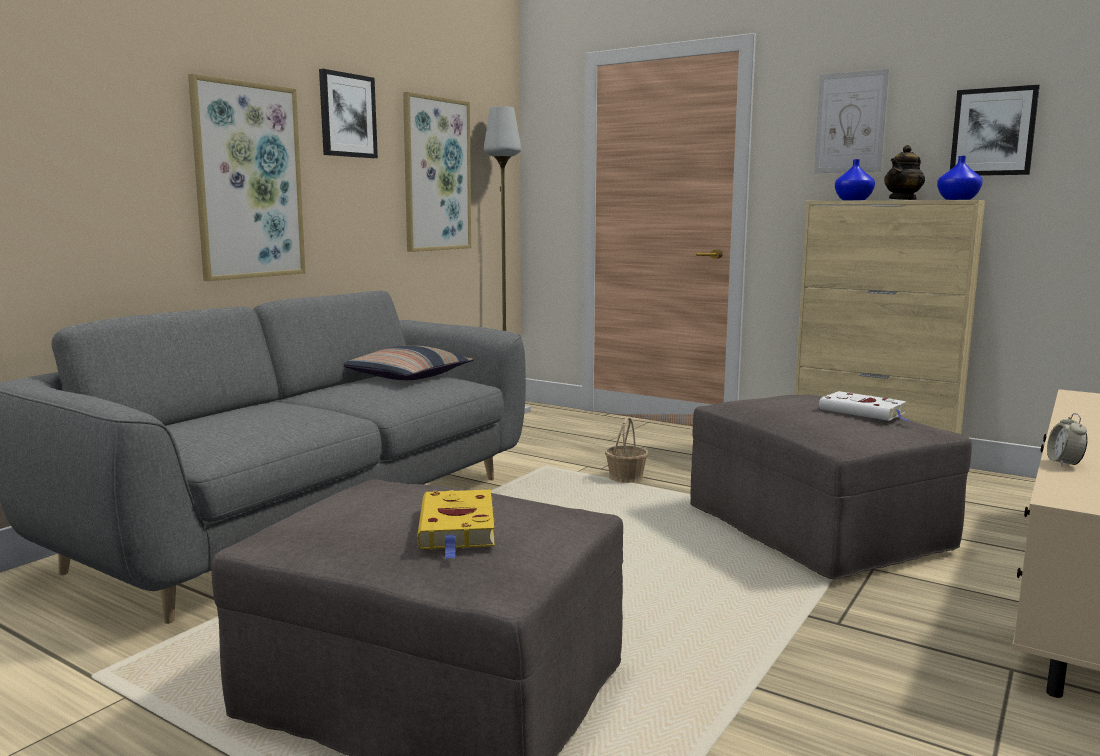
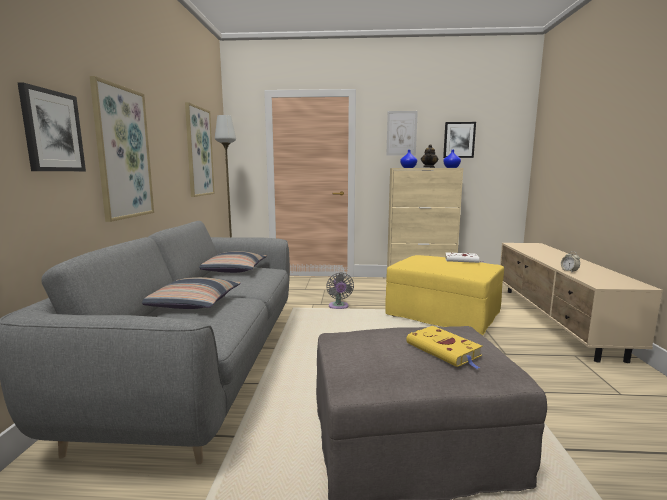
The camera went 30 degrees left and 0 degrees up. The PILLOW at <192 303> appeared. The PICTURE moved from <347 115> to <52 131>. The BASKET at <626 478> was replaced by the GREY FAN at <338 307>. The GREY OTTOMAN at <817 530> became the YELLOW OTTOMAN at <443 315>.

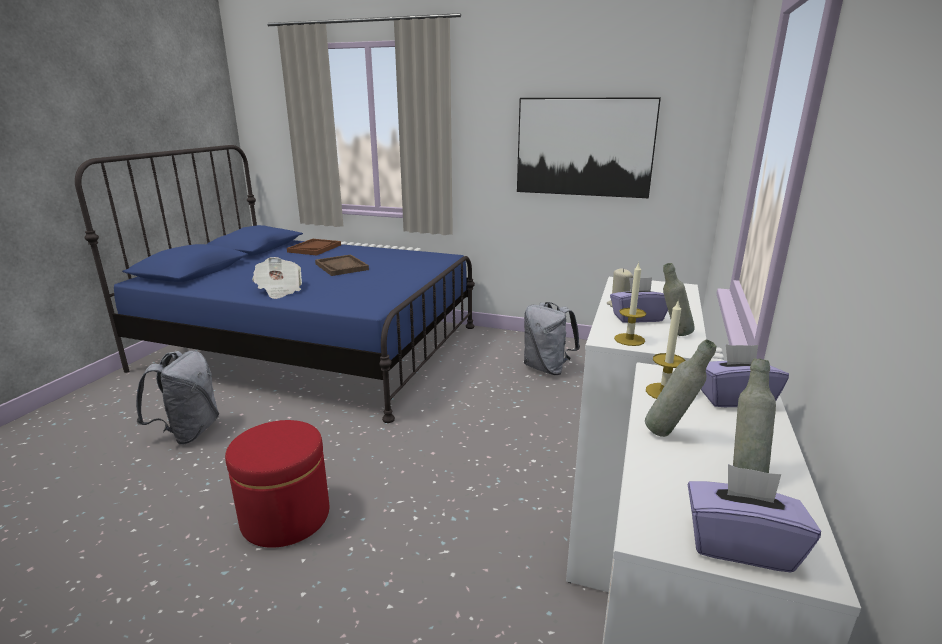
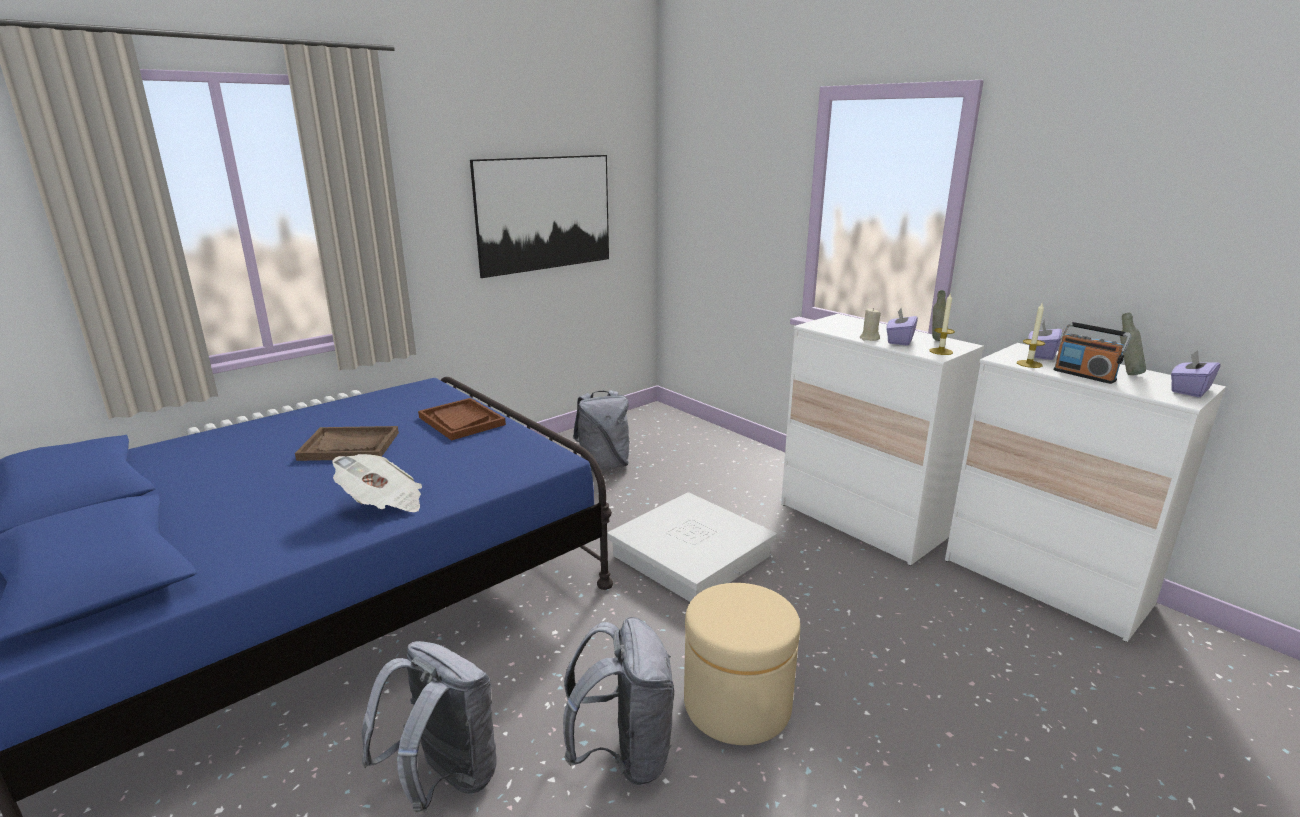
The camera went 60 degrees left and 0 degrees up. The GREY BACKPACK at <624 754> appeared. The WHITE STORAGE BOX at <690 556> appeared. The BROWN TRAY moved from <314 248> to <461 421>. The GREY BOTTLE at <671 434> was replaced by the RADIO at <1084 375>. The RED OTTOMAN at <285 517> became the BEIGE OTTOMAN at <737 704>.

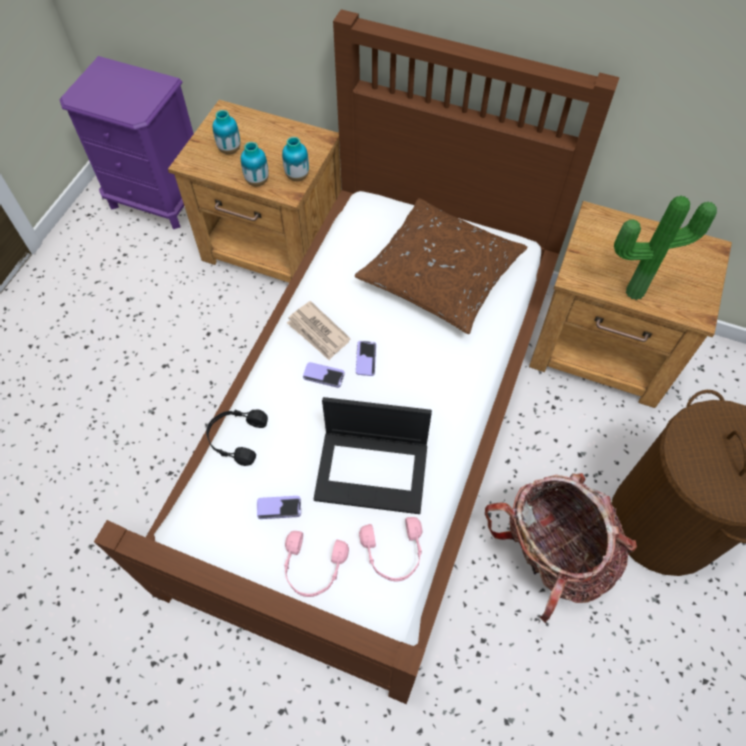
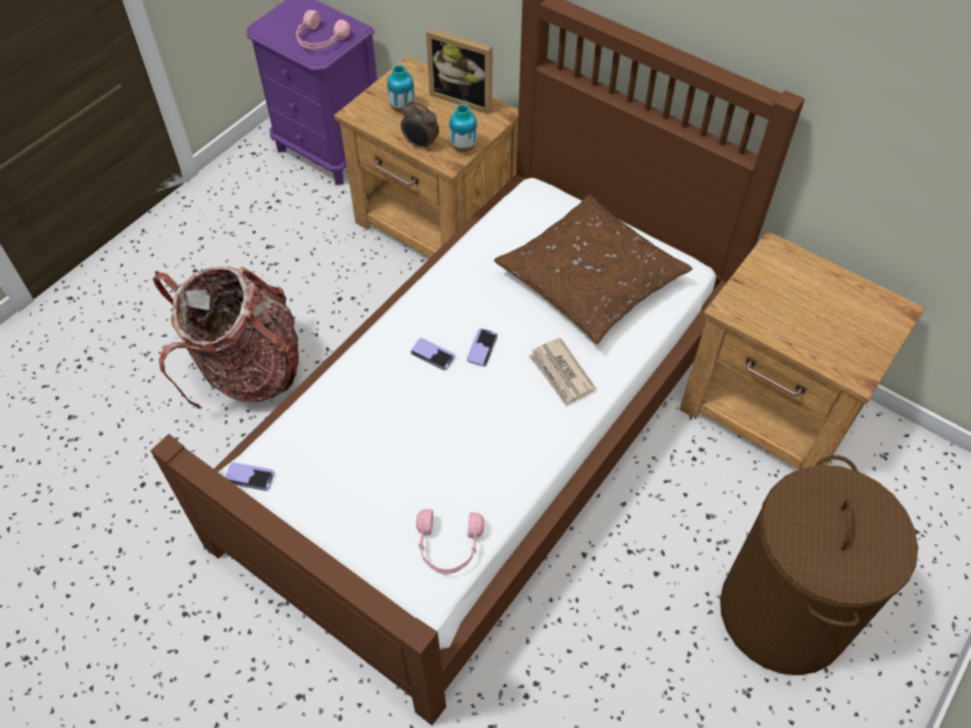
The camera went 15 degrees right and 5 degrees down. The BLACK HEADPHONES at <236 438> disappeared. The LAPTOP at <373 470> disappeared. The POTTED PLANT at <633 289> disappeared. The PICTURE FRAME at <464 97> appeared. The PHONE moved from <279 508> to <250 477>. The PINK HEADPHONES moved from <313 568> to <320 40>. The NEWSPAPER moved from <318 332> to <561 374>. The BACKPACK moved from <551 556> to <248 370>. The VASE at <257 181> was replaced by the ALARM CLOCK at <420 144>.

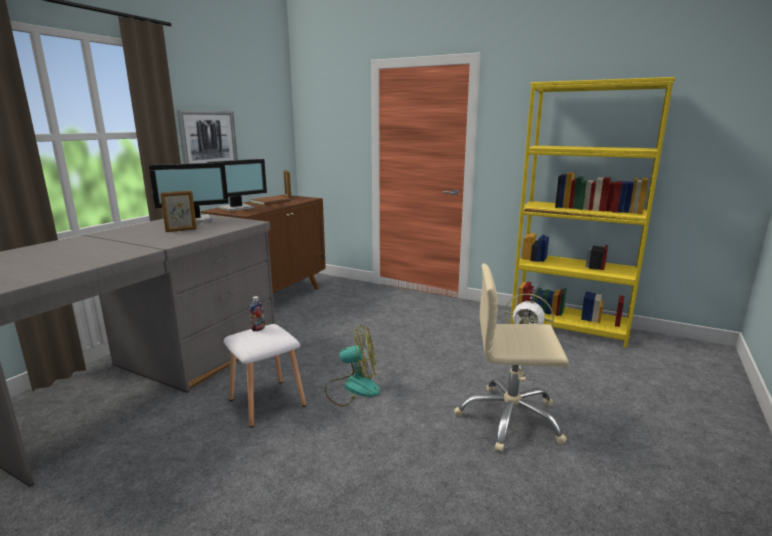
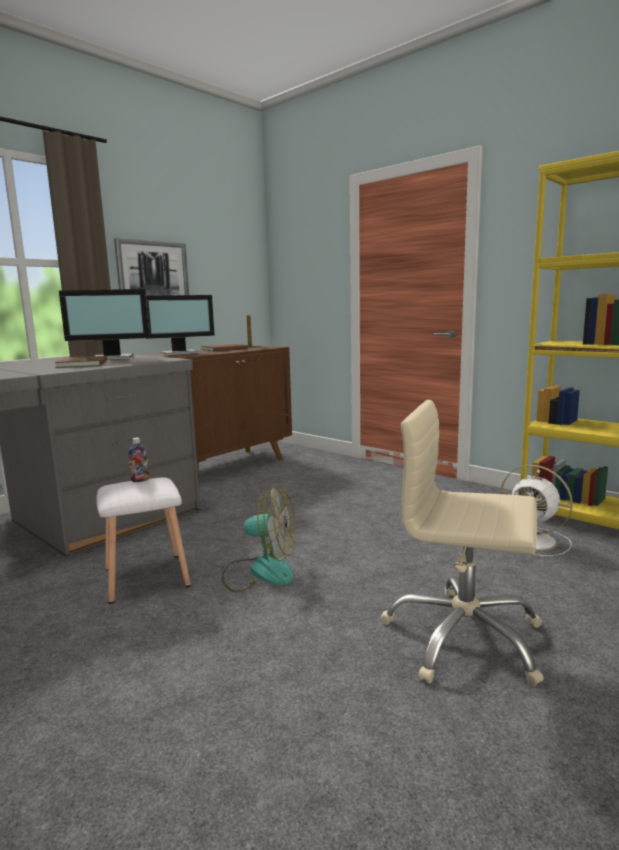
The camera went 15 degrees right and 5 degrees down. The PICTURE FRAME at <181 230> was replaced by the BROWN BOOK at <84 364>.

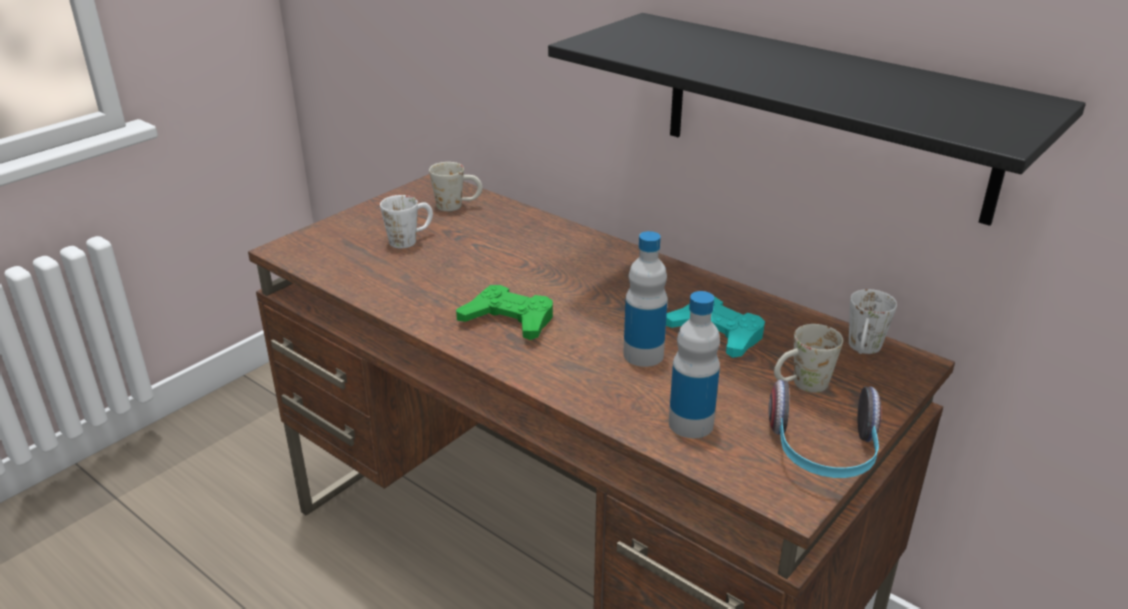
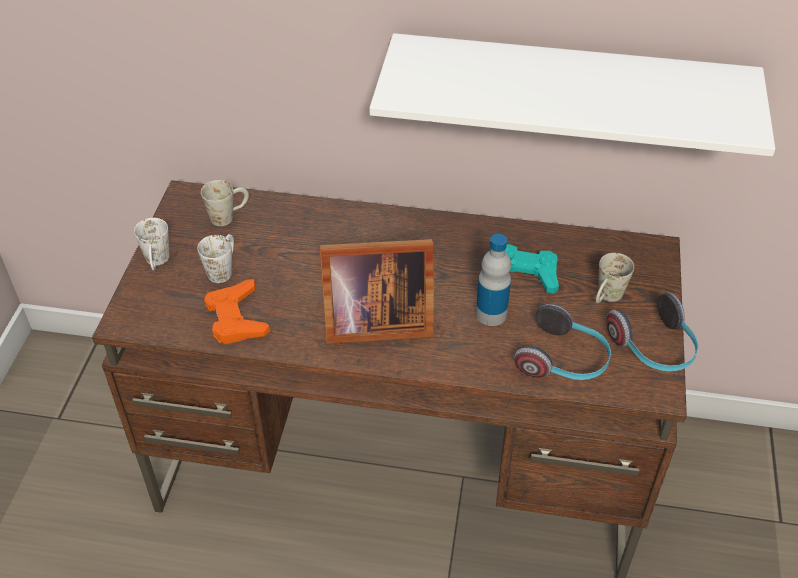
The camera went 30 degrees left and 15 degrees up. The ORANGE GAME CONTROLLER at <236 318> appeared. The WHITE MUG moved from <863 351> to <157 263>. The GREEN GAME CONTROLLER at <509 320> was replaced by the PICTURE FRAME at <373 321>. The BOTTLE at <691 424> was replaced by the HEADPHONES at <564 360>. The BLACK SHELF at <824 115> became the WHITE SHELF at <567 92>.

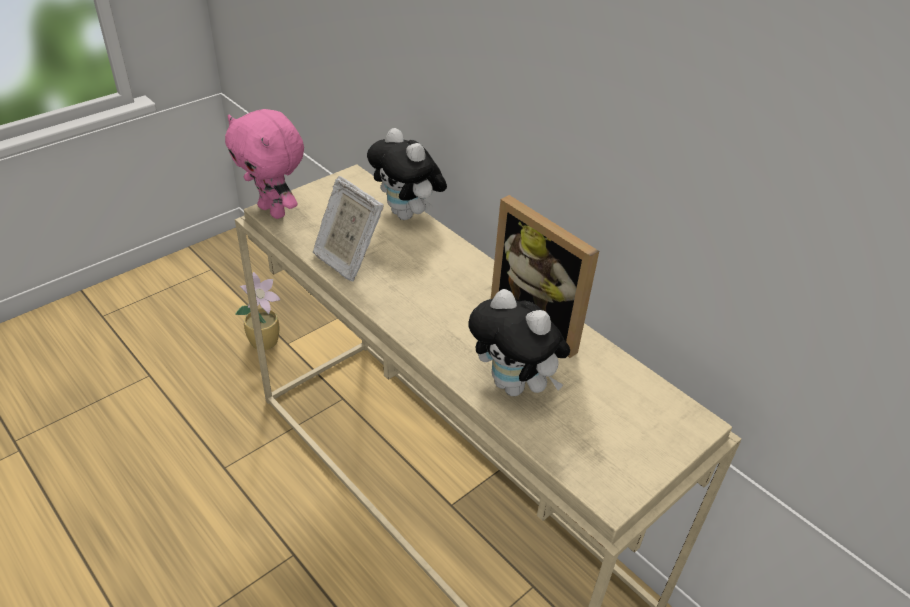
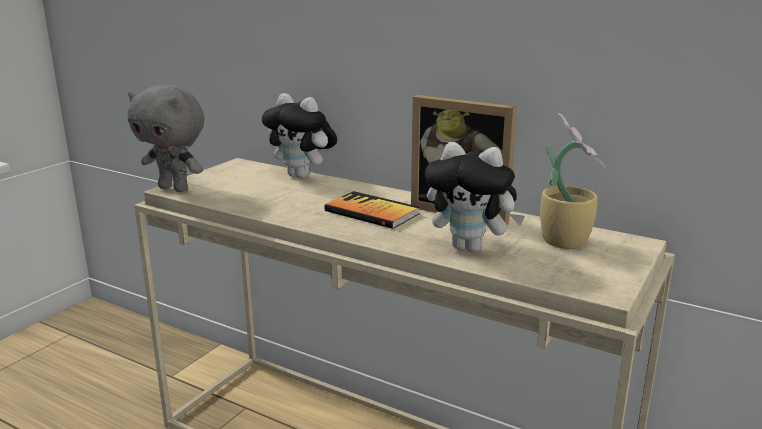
The camera went 15 degrees left and 20 degrees down. The PICTURE FRAME at <347 259> disappeared. The BOOK at <371 212> appeared. The POTTED PLANT moved from <265 341> to <565 240>. The PINK PLUSH TOY at <274 211> became the GREY PLUSH TOY at <175 188>.

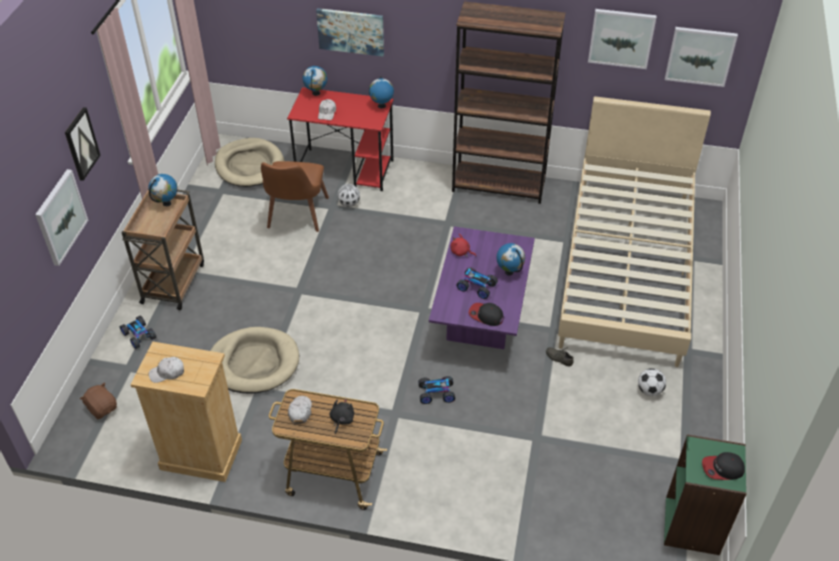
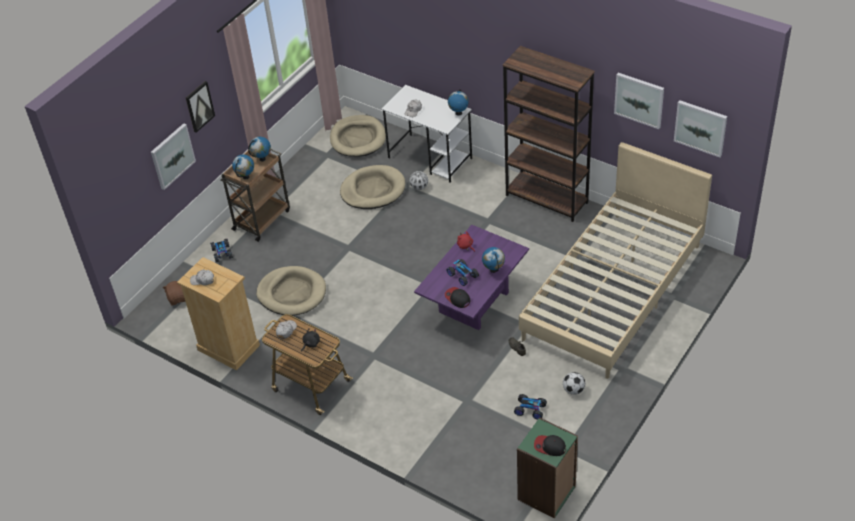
The camera went 25 degrees right and 0 degrees up. The PICTURE at <351 31> disappeared. The GLOBE moved from <316 93> to <246 177>. The TOY CAR moved from <436 393> to <530 409>. The BROWN CHAIR at <296 218> was replaced by the BEIGE DOG BED at <373 190>. The RED DESK at <346 170> became the WHITE DESK at <430 158>.

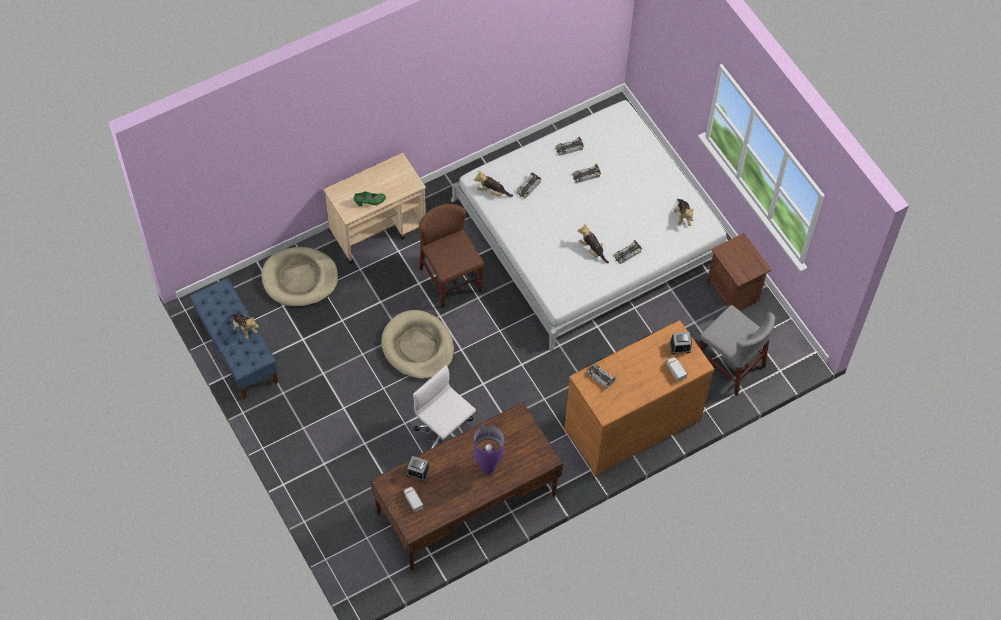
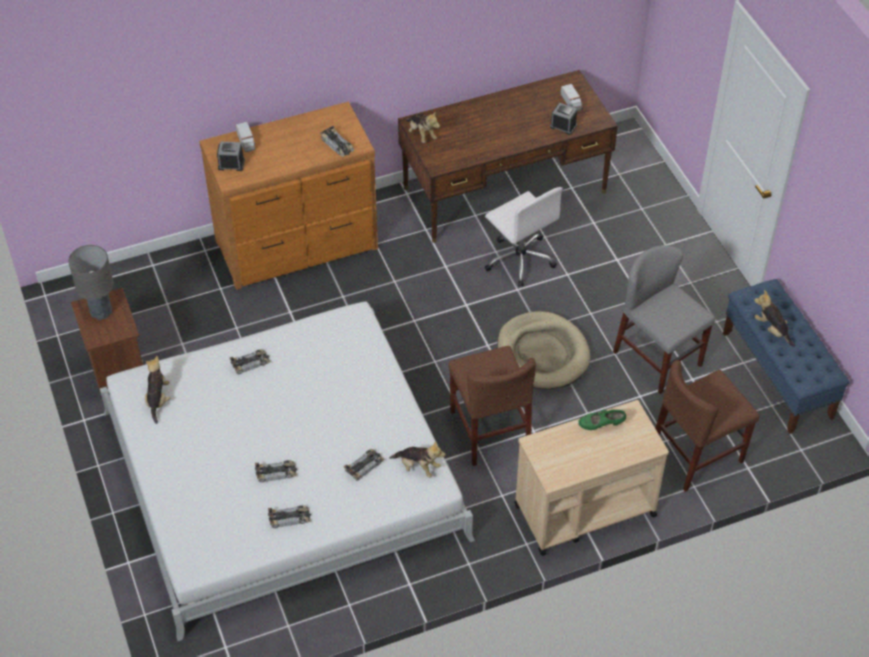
The camera went 170 degrees left and 10 degrees down. The PURPLE TABLE LAMP at <488 466> disappeared. The GREY TABLE LAMP at <101 312> appeared. The PLUSH TOY moved from <592 250> to <421 134>. The GREY CHAIR moved from <730 365> to <657 358>. The BEIGE DOG BED at <300 279> was replaced by the BROWN CHAIR at <696 454>.

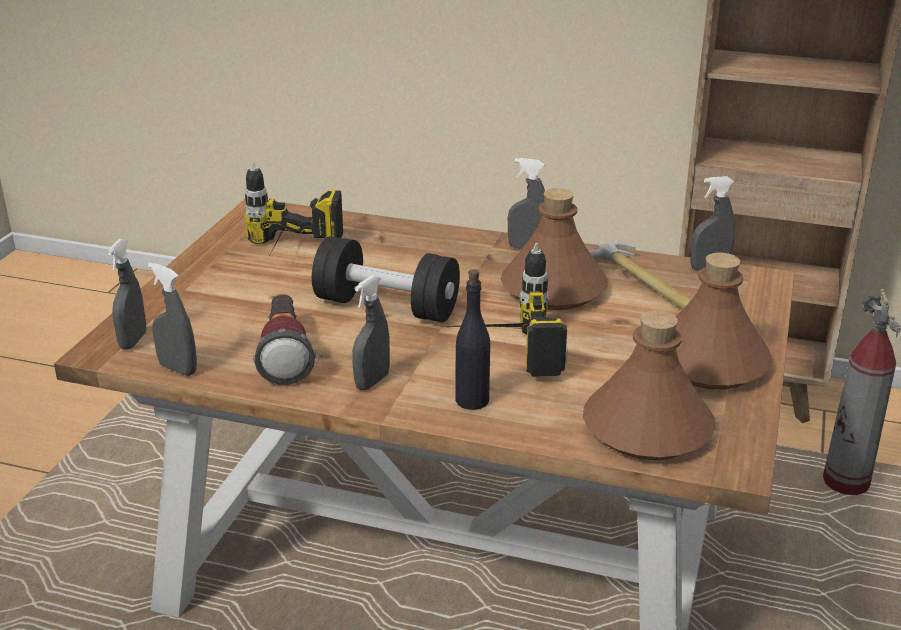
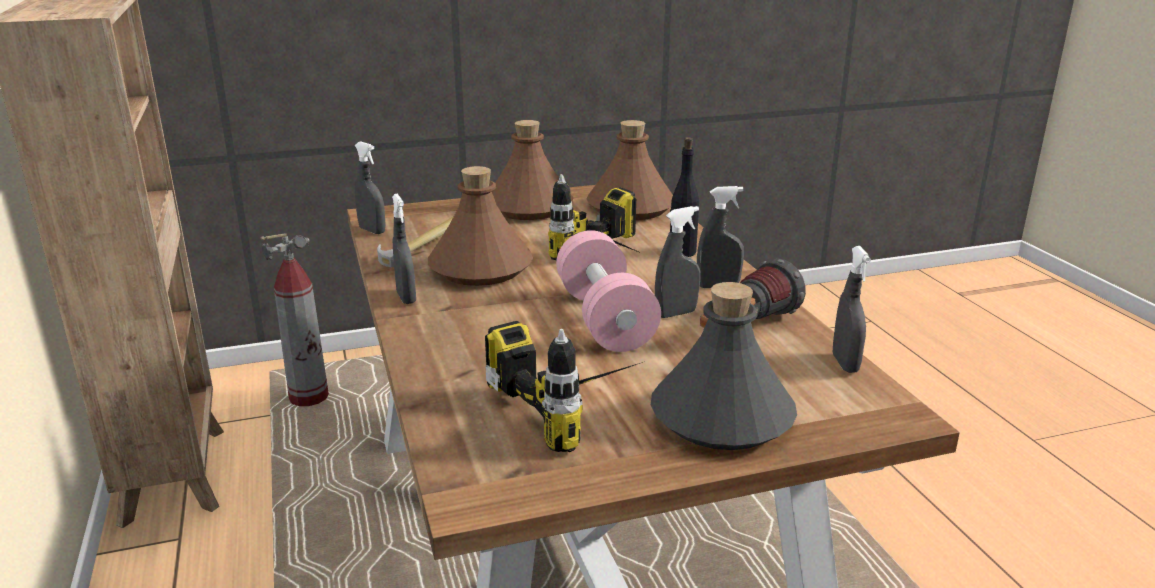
The camera went 125 degrees left and 5 degrees down. The GREY BOTTLE at <721 418> appeared. The GREY SPRAY BOTTLE moved from <133 341> to <676 313>. The BLACK DUMBBELL at <386 306> became the PINK DUMBBELL at <605 319>.

